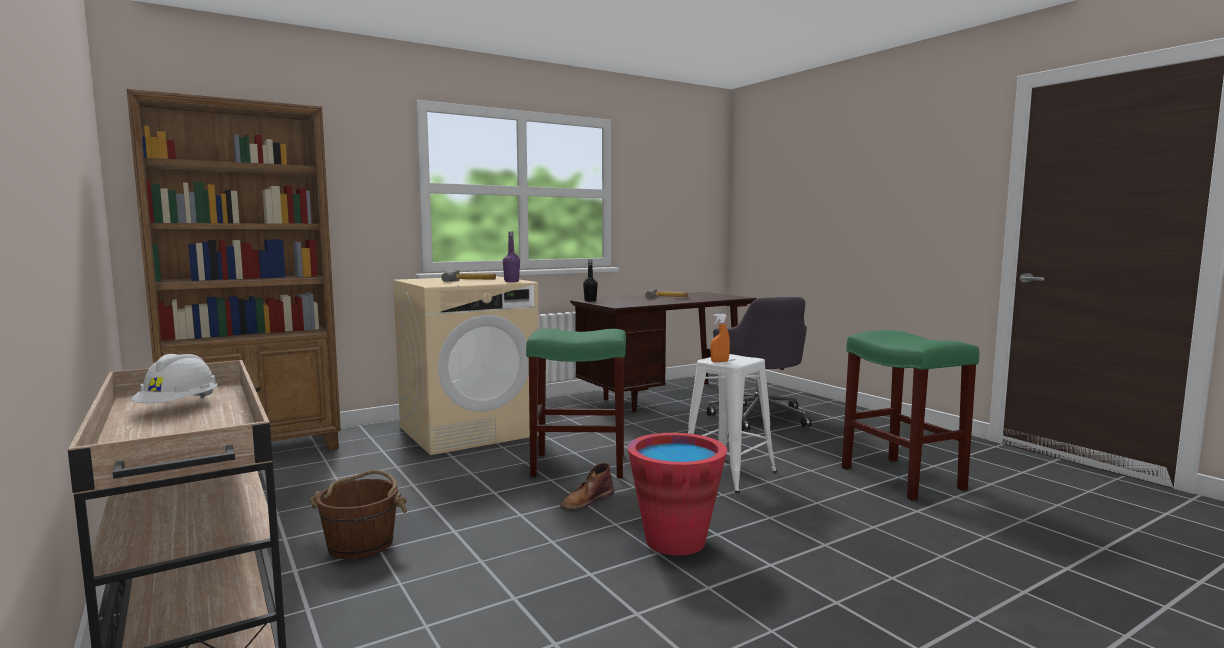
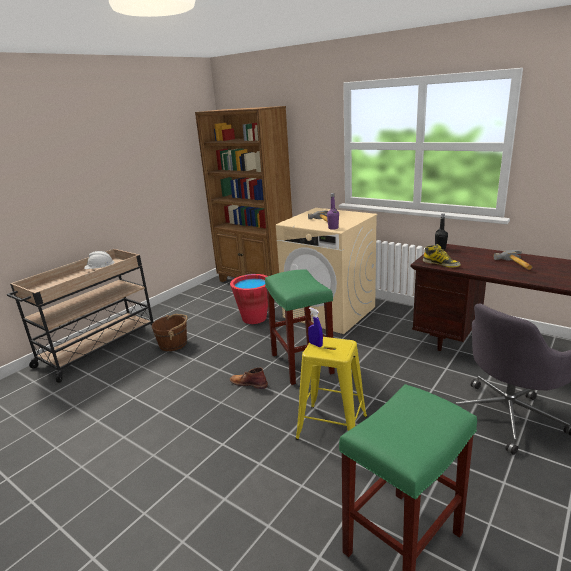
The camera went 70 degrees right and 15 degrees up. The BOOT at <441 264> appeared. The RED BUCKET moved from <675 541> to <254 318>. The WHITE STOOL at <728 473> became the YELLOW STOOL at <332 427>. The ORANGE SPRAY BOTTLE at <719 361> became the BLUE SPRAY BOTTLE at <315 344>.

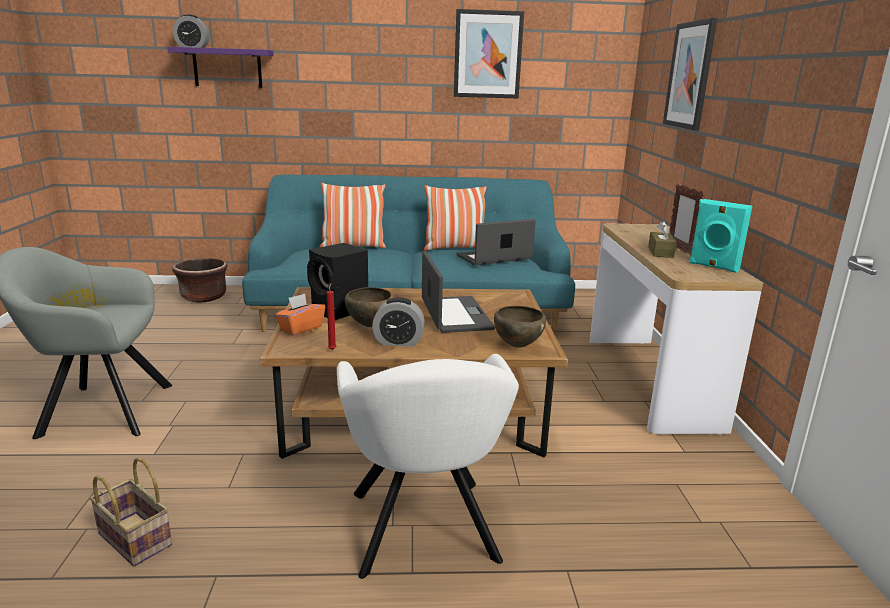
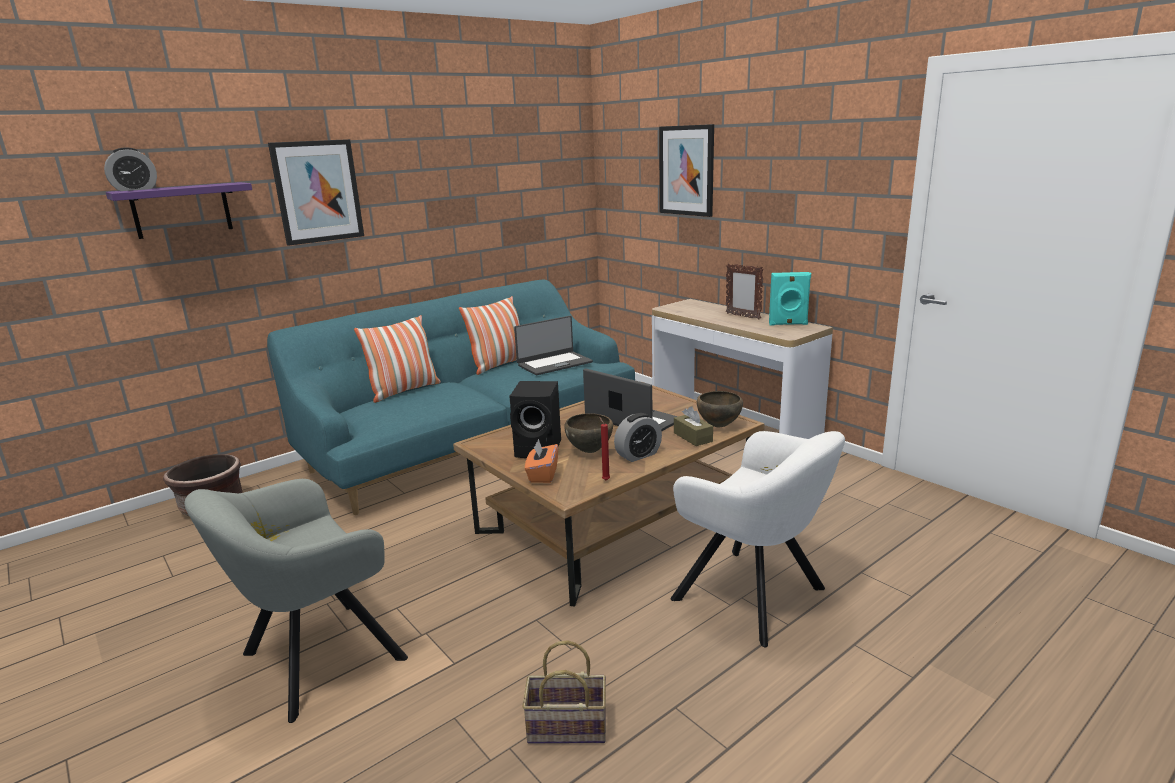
The camera went 35 degrees left and 0 degrees up. The PICTURE moved from <487 54> to <317 191>. The BROWN TISSUE BOX moved from <660 252> to <693 437>. The LAPTOP at <494 258> turned 150 degrees counterclockwise.

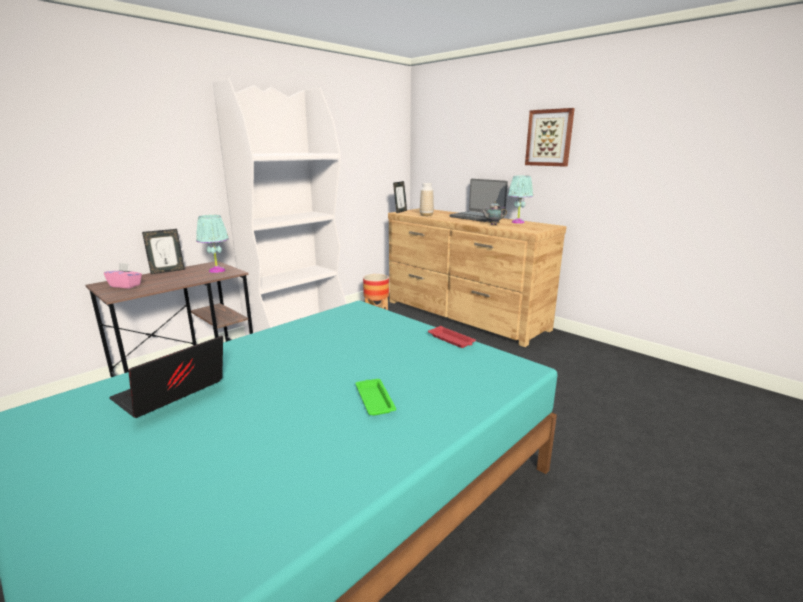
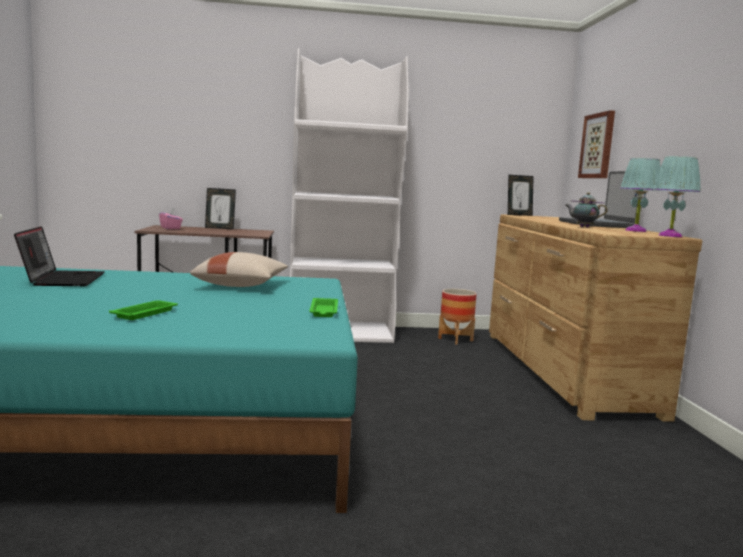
The camera went 40 degrees right and 10 degrees down. The VASE at <426 215> disappeared. The BEIGE PILLOW at <241 285> appeared. The TURQUOISE TABLE LAMP moved from <217 270> to <670 236>. The PICTURE moved from <549 138> to <598 146>. The RED TRAY at <452 340> became the GREEN TRAY at <324 311>. The LAPTOP at <170 394> turned 90 degrees clockwise.

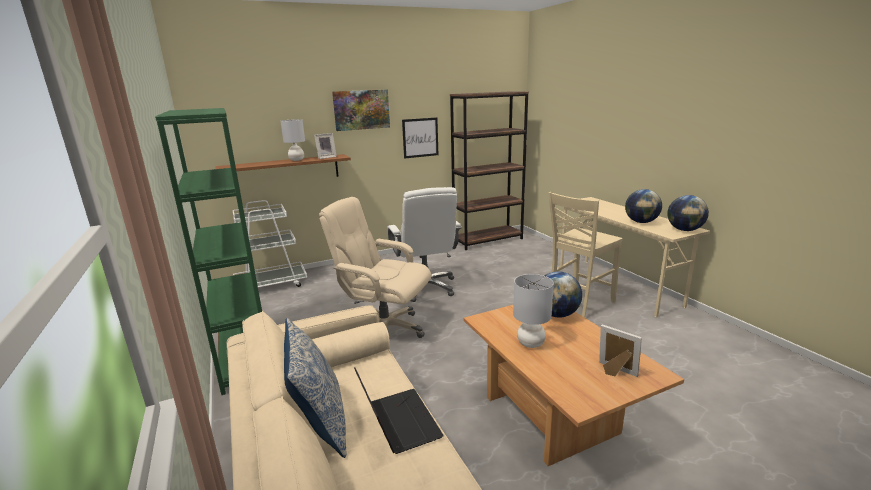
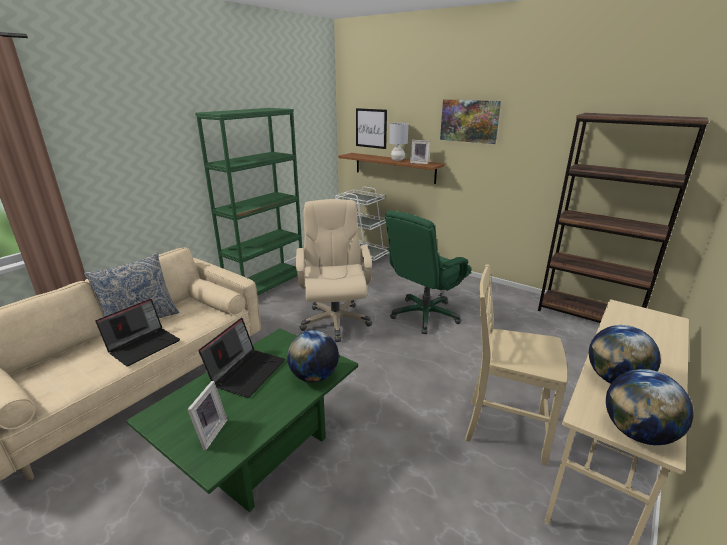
The camera went 60 degrees right and 5 degrees up. The PICTURE moved from <420 137> to <371 128>. The GREY TABLE LAMP at <530 343> was replaced by the LAPTOP at <247 371>. The WHITE OFFICE CHAIR at <425 287> became the GREEN OFFICE CHAIR at <424 315>. The BROWN COFFEE TABLE at <554 414> became the GREEN COFFEE TABLE at <261 453>.

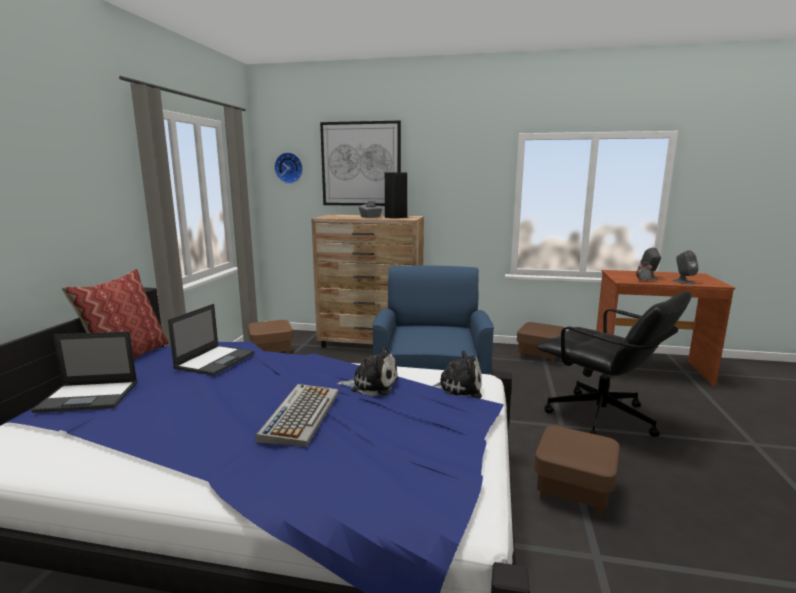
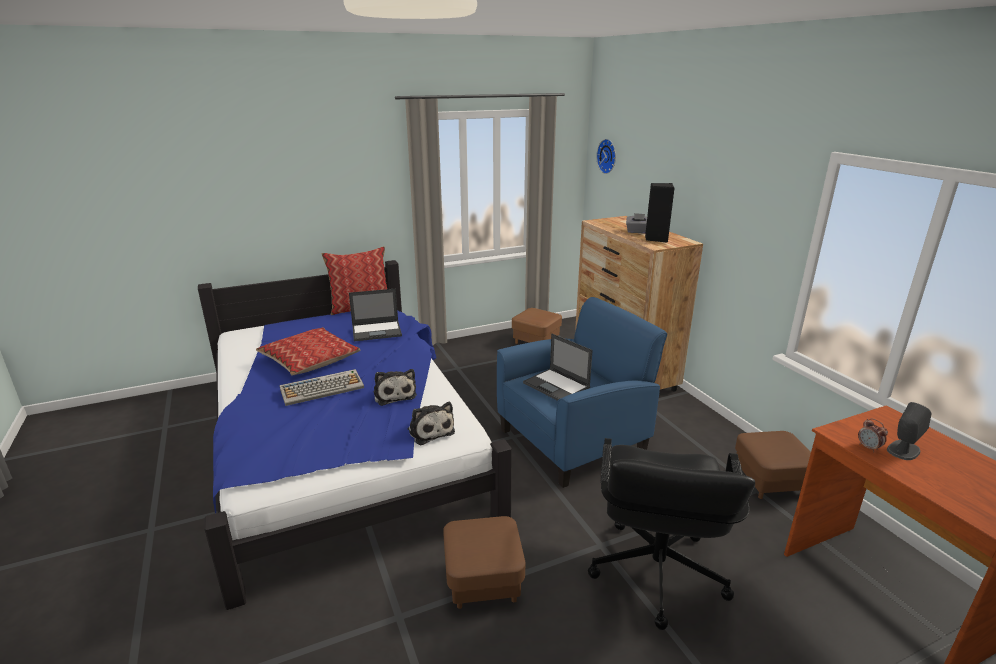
The camera went 55 degrees right and 10 degrees up. The PICTURE at <361 164> disappeared. The GREY SPEAKER at <683 282> disappeared. The PILLOW at <310 359> appeared. The LAPTOP moved from <89 396> to <557 386>.

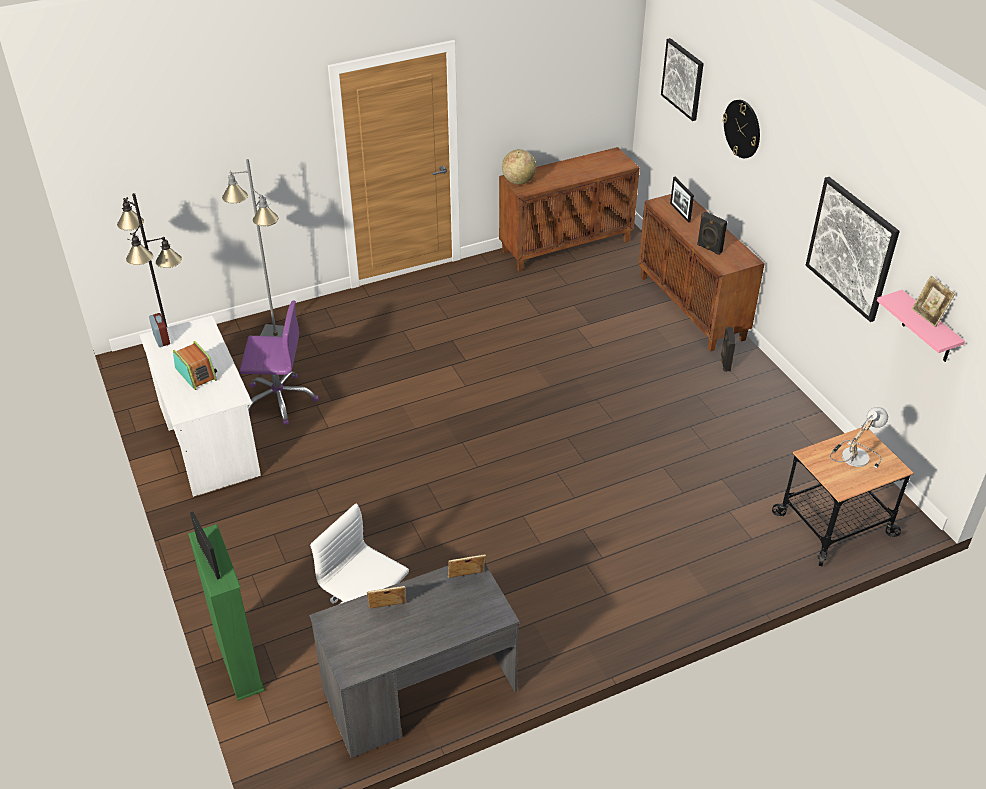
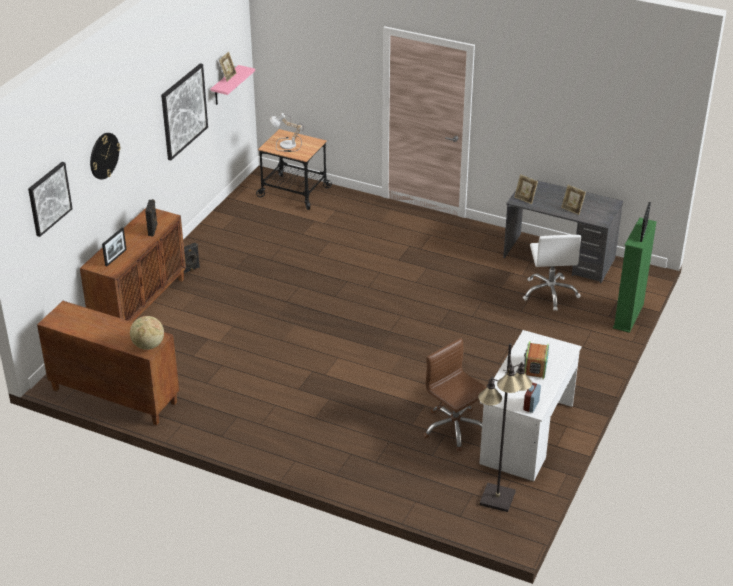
The camera went 130 degrees left and 5 degrees down. The GREY FLOOR LAMP at <275 336> disappeared. The PURPLE OFFICE CHAIR at <279 400> became the BROWN OFFICE CHAIR at <454 428>.

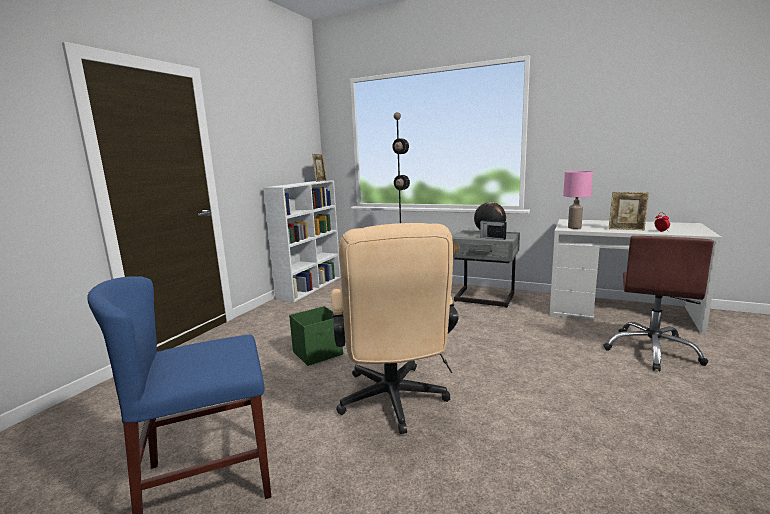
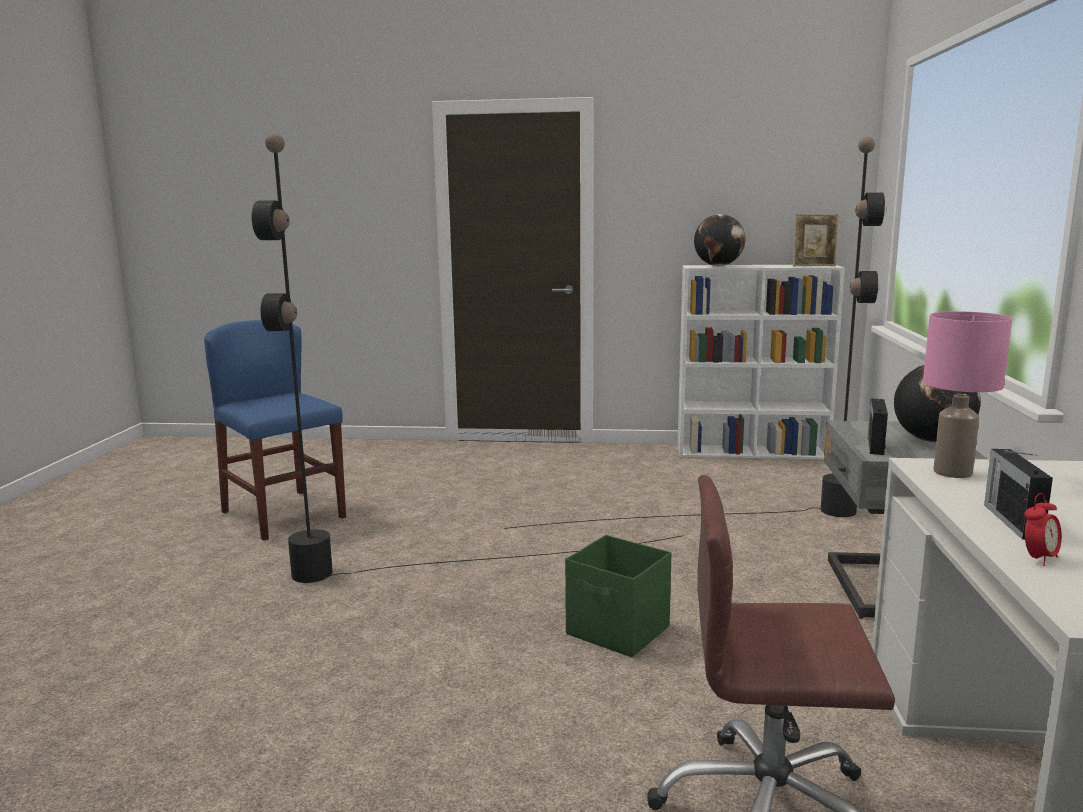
The camera went 70 degrees right and 0 degrees up. The GLOBE at <718 266> appeared. The GREEN STORAGE BOX moved from <318 353> to <618 631>. The BEIGE OFFICE CHAIR at <393 403> was replaced by the BLACK FLOOR LAMP at <423 564>. The PICTURE FRAME at <626 229> was replaced by the RADIO at <1012 521>.

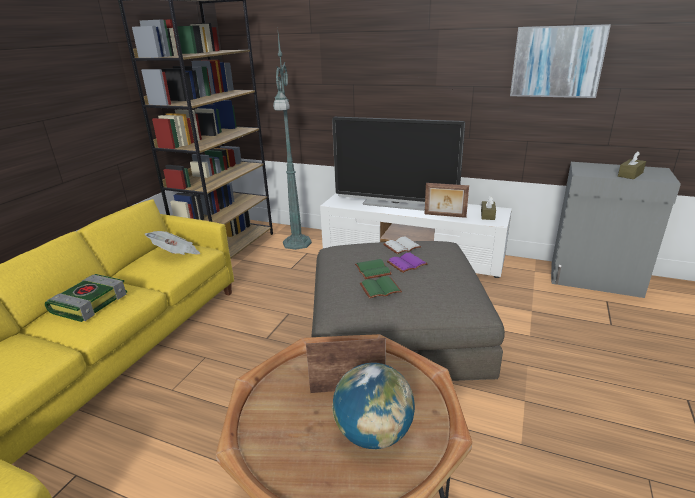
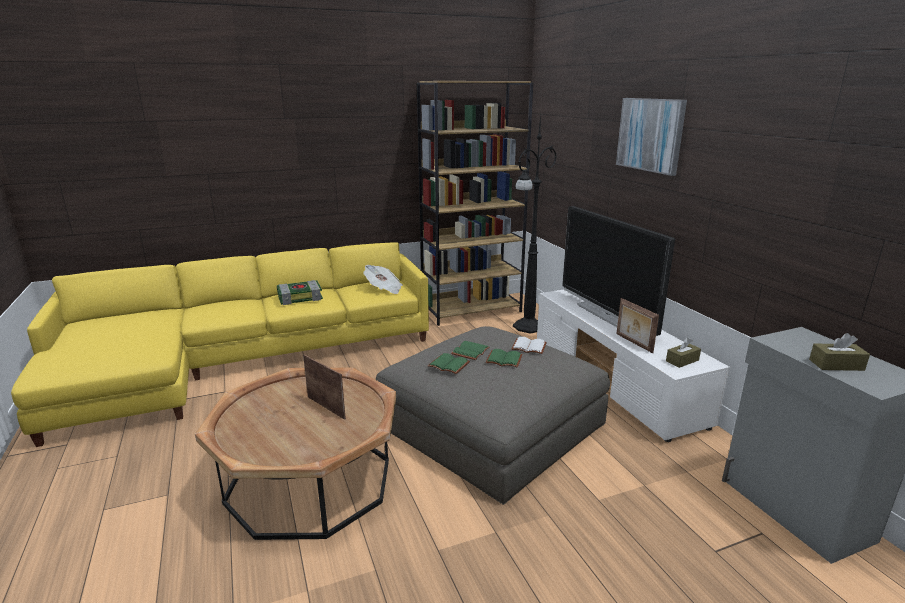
The camera went 45 degrees right and 5 degrees down. The GLOBE at <373 434> disappeared. The PICTURE moved from <557 62> to <650 134>. The GREEN FLOOR LAMP at <296 243> became the BLACK FLOOR LAMP at <527 327>. The PURPLE BOOK at <407 264> became the GREEN BOOK at <503 360>.

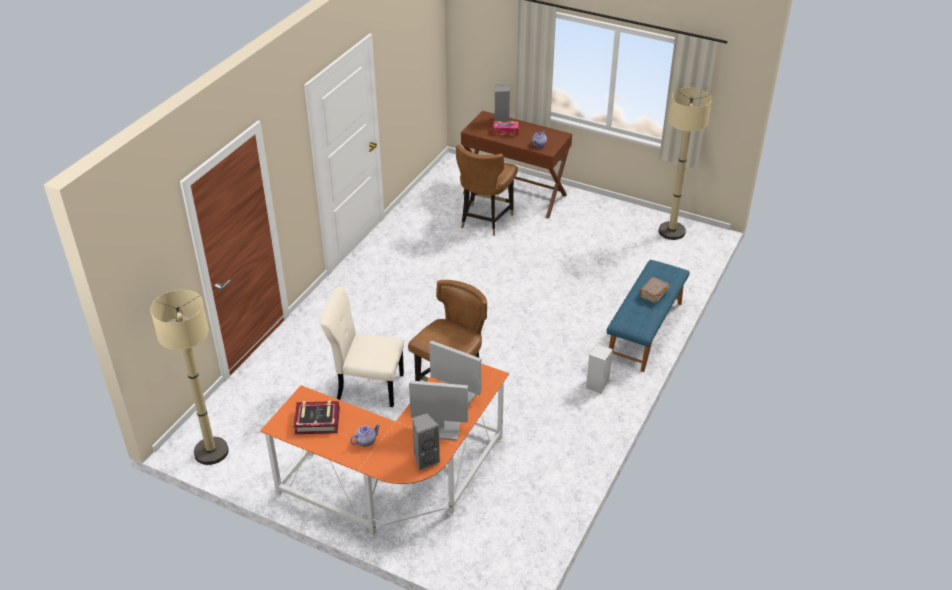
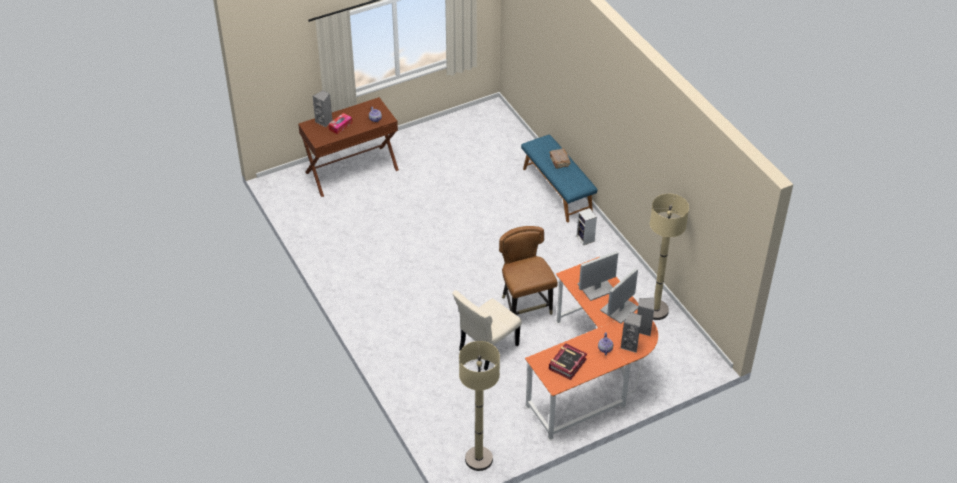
The camera went 55 degrees left and 5 degrees up. The BROWN CHAIR at <485 220> disappeared. The GREY SPEAKER at <630 345> appeared. The BEIGE FLOOR LAMP moved from <671 231> to <655 310>.

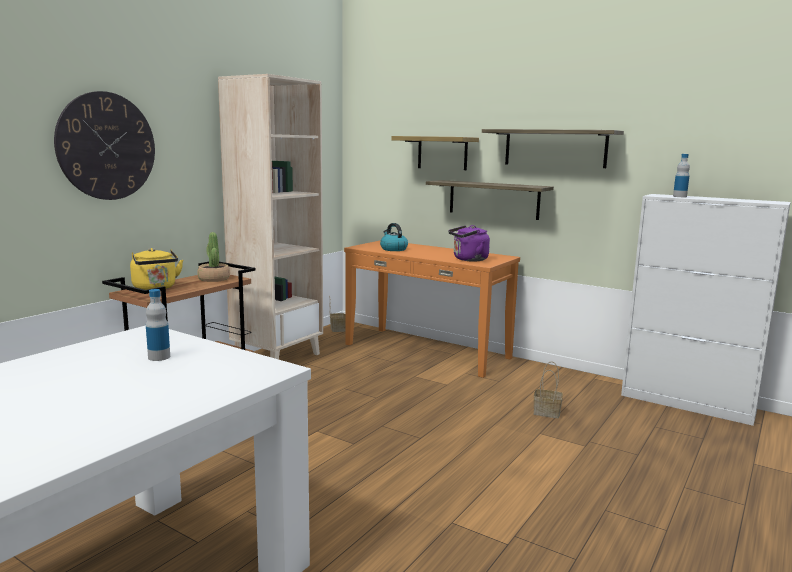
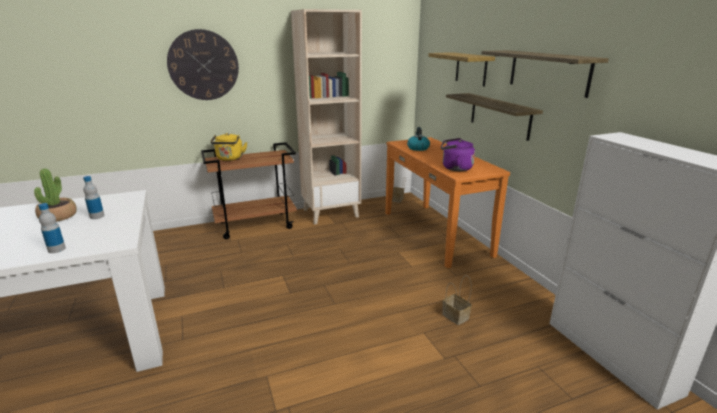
The camera went 35 degrees right and 10 degrees up. The POTTED PLANT moved from <214 279> to <58 216>. The BOTTLE moved from <679 196> to <57 249>.

